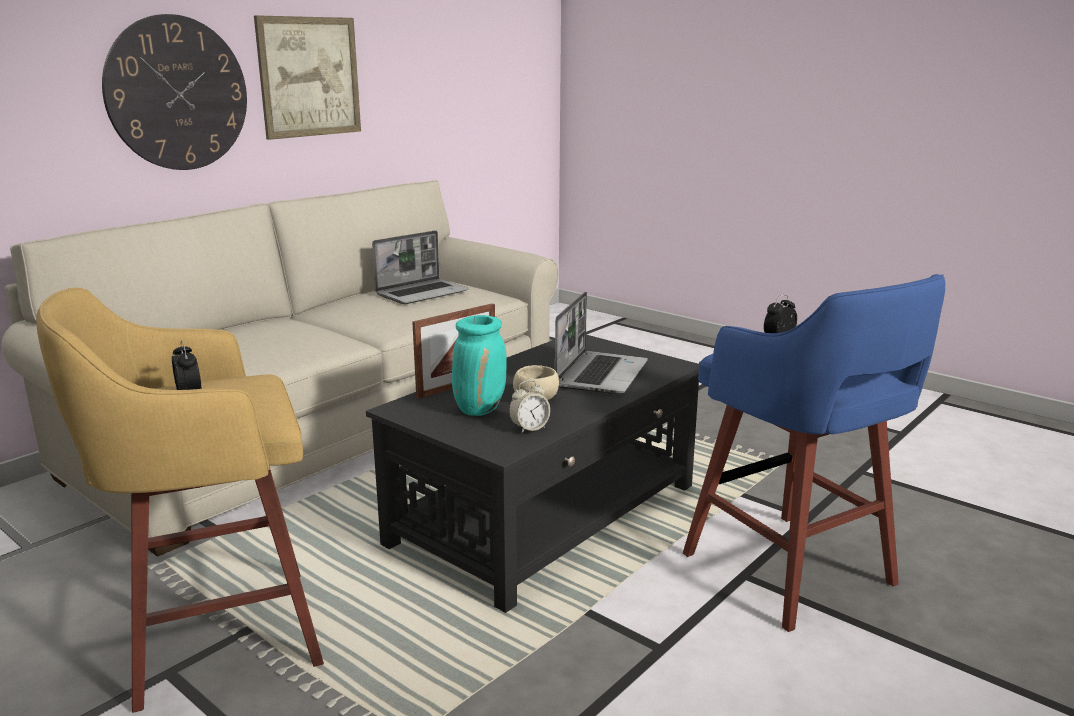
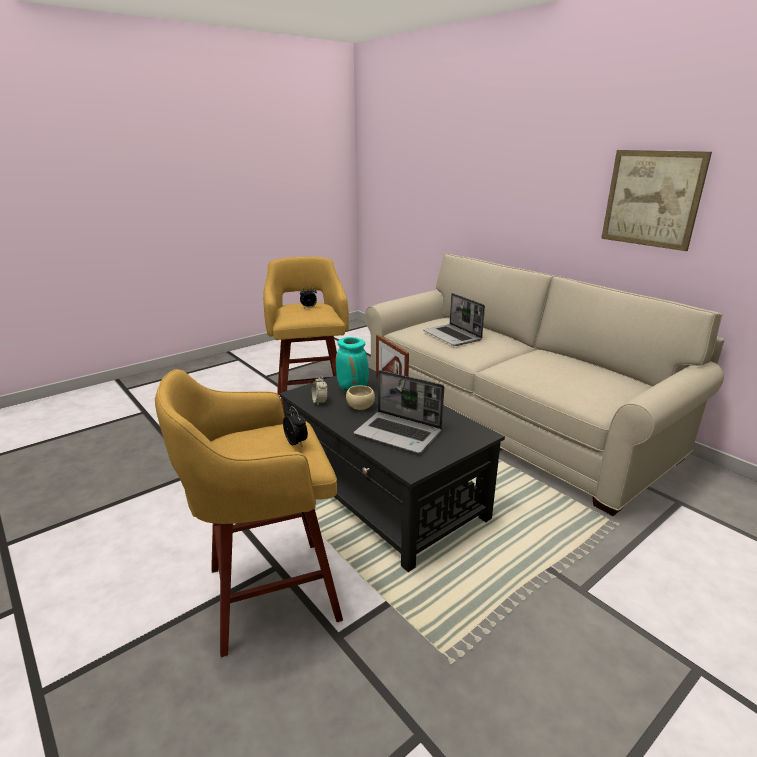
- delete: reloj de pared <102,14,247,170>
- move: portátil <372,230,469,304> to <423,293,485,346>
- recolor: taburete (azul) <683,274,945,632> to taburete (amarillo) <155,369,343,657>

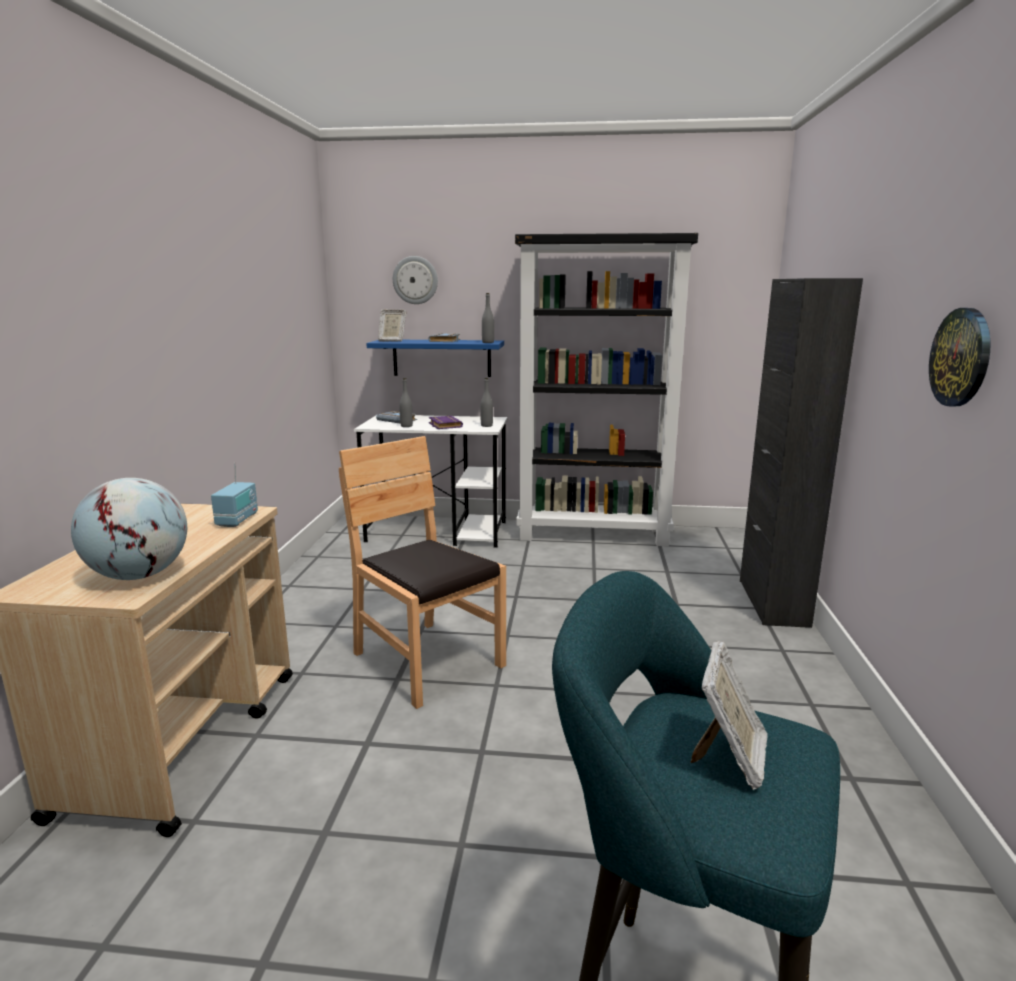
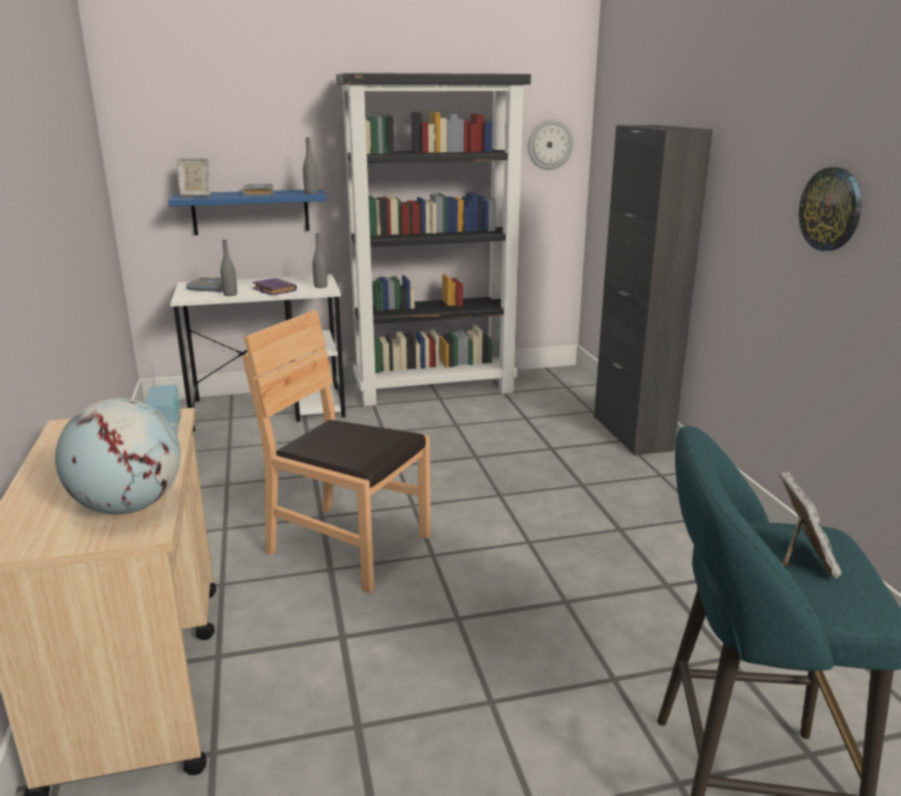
- move: reloj de pared <393,256,438,304> to <528,119,573,170>

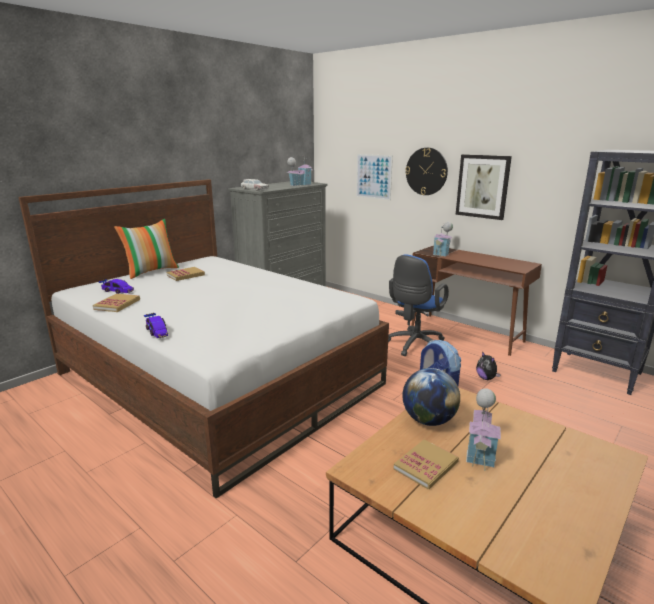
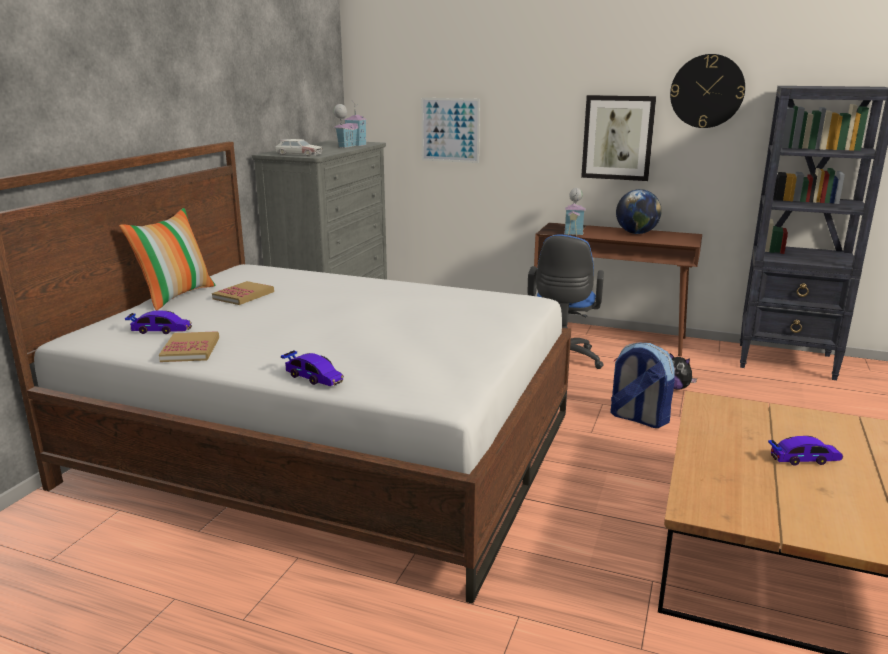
- delete: libro <394,440,459,490>
- move: globo terráqueo <403,368,460,426> to <616,189,662,234>
- move: reloj de pared <405,148,448,195> to <670,54,745,128>
- replace: casita <466,388,501,471> to coche de juguete <768,436,843,466>

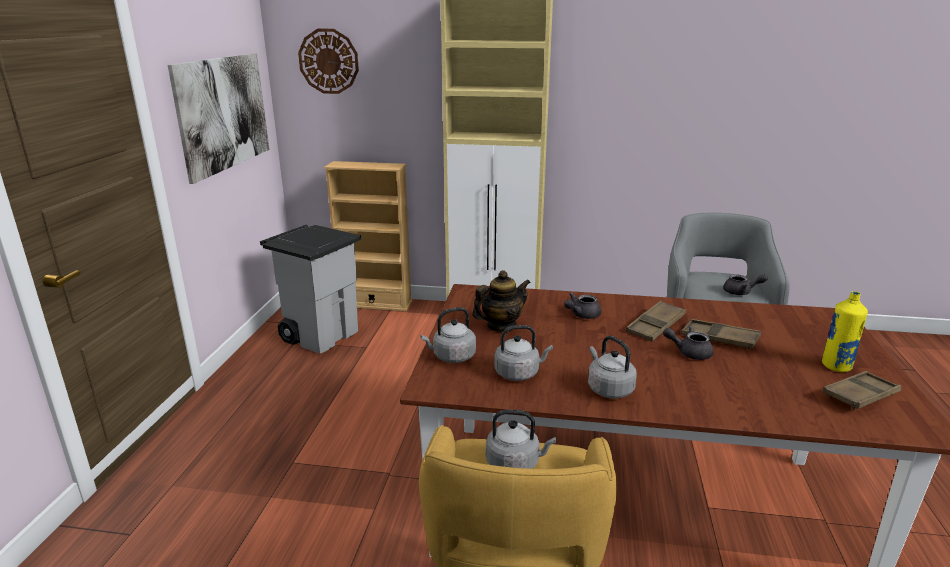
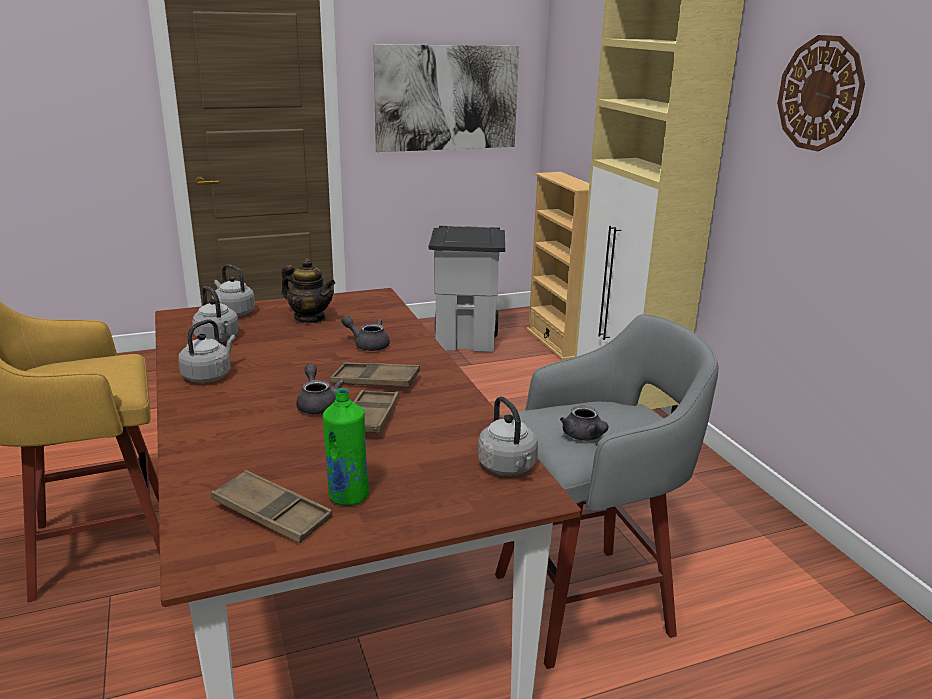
- move: reloj de pared <298,29,359,94> to <777,35,865,151>
- move: hervidor (gris) <486,410,556,469> to <478,396,538,475>
- recolor: botella (amarillo) <822,291,868,372> to botella (verde) <323,388,370,506>

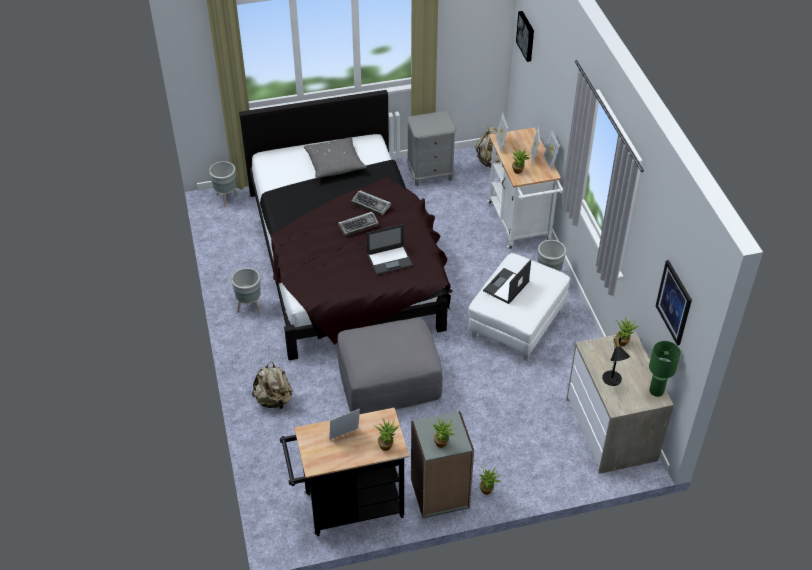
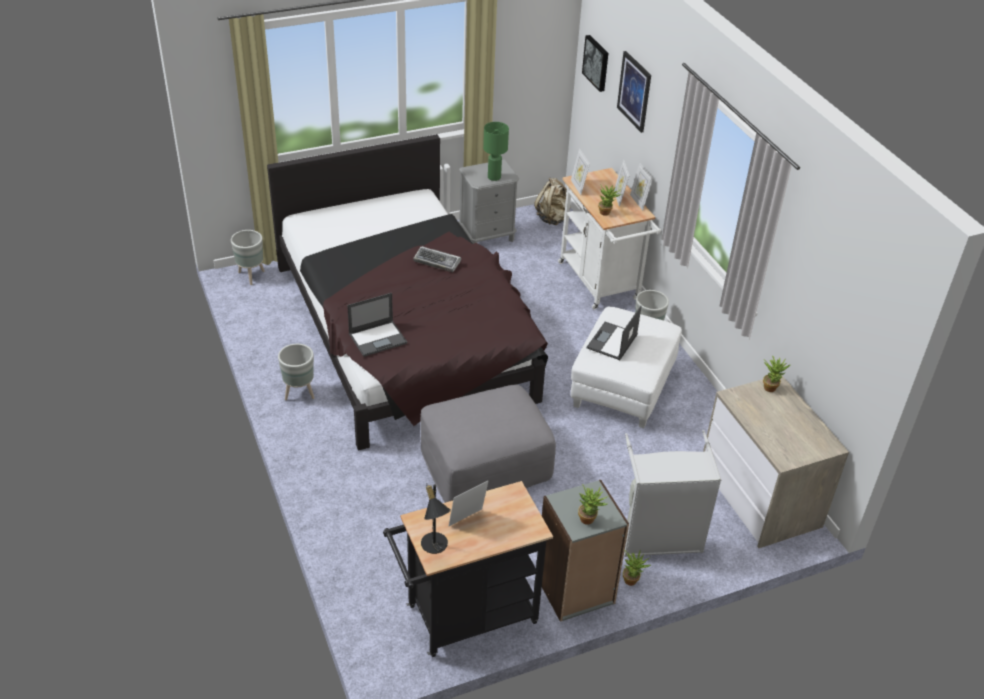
- delete: mochila (beis) <252,362,293,409>
- delete: cojín (gris) <303,137,366,178>
- delete: teclado <338,212,379,236>
- move: portátil <367,224,413,275> to <347,293,407,357>
- delete: planta en maceta <374,419,399,451>
- move: lámpara de mesa (negro) <602,336,630,386> to <421,483,451,554>
- move: lámpara de mesa (verde) <649,341,681,397> to <483,122,509,181>
- move: cuadro <656,260,692,345> to <617,51,651,133>
- insert: cesto de la ropa (gris) <624,430,721,557>

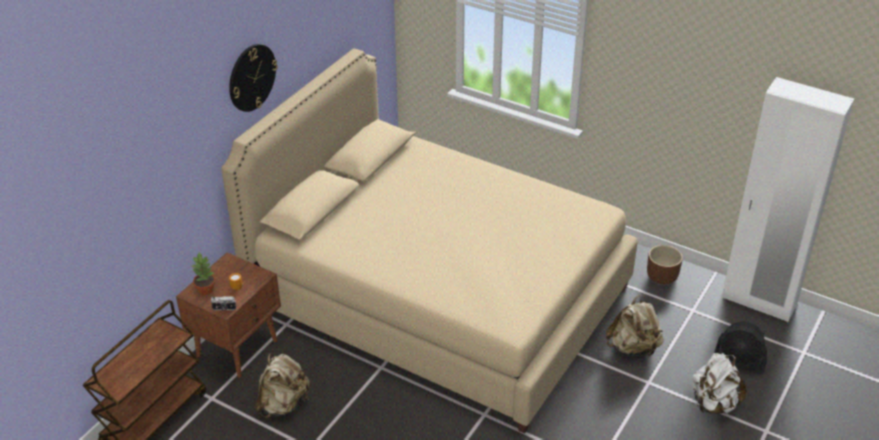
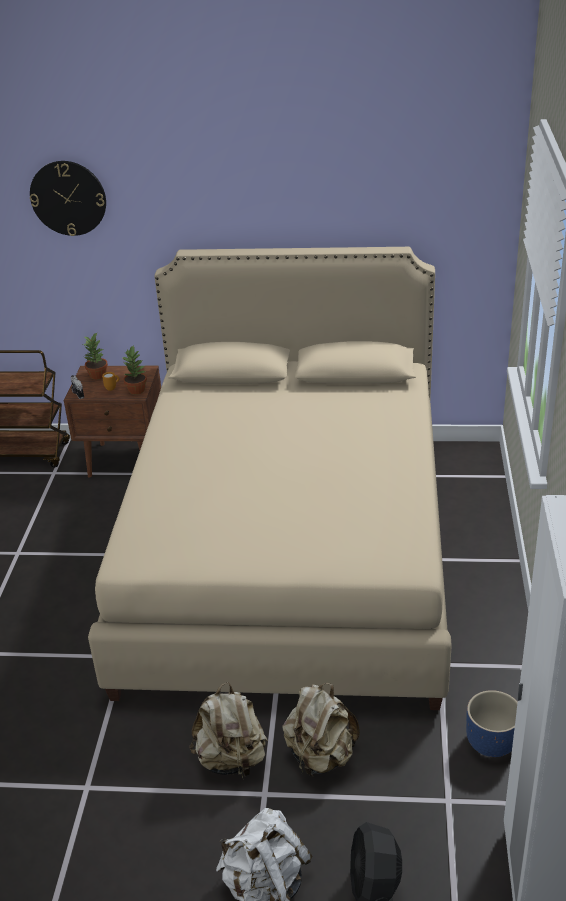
- move: reloj de pared <229,44,278,112> to <30,161,106,236>
- move: mochila (beis) <255,354,310,418> to <189,682,268,780>
- recolor: maceta (marrón) <647,245,683,285> to maceta (azul) <466,690,518,757>
- insert: planta en maceta <121,346,147,394>

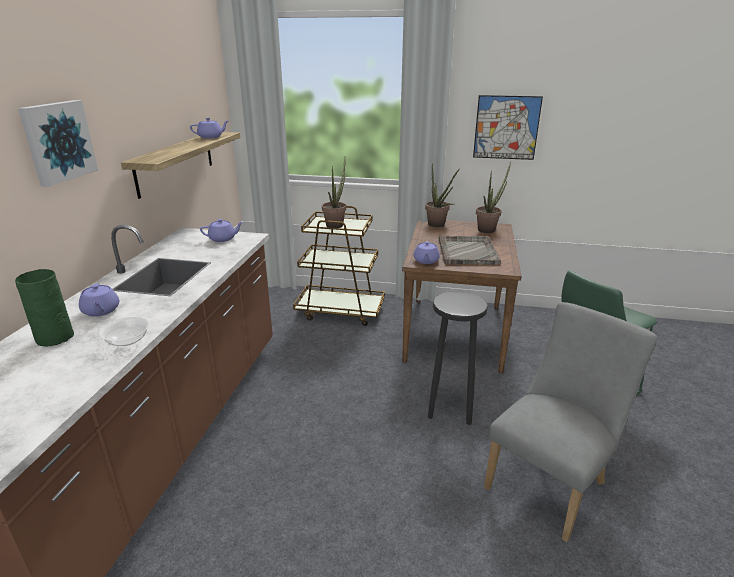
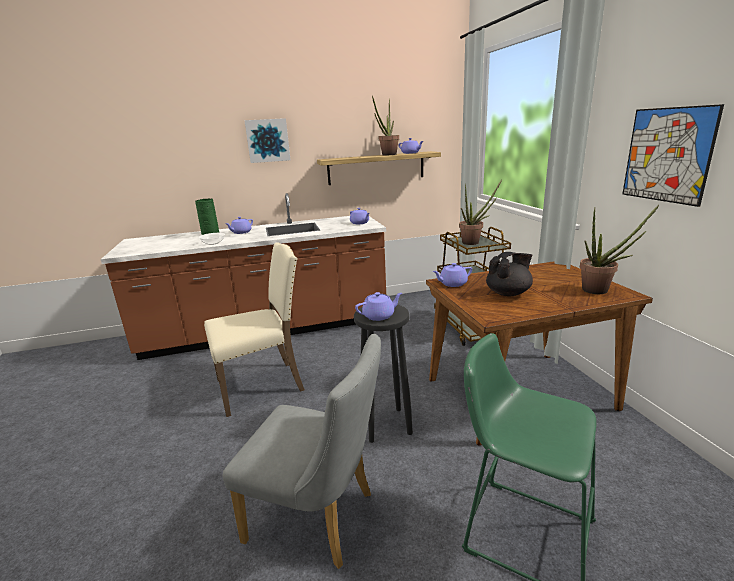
- move: planta en maceta <425,163,459,227> to <372,95,399,155>
- replace: bandeja (gris) <439,236,501,265> to tetera (negro) <486,252,533,296>
- insert: silla (beis) <204,242,305,417>
- insert: tetera (morado) <355,292,402,321>

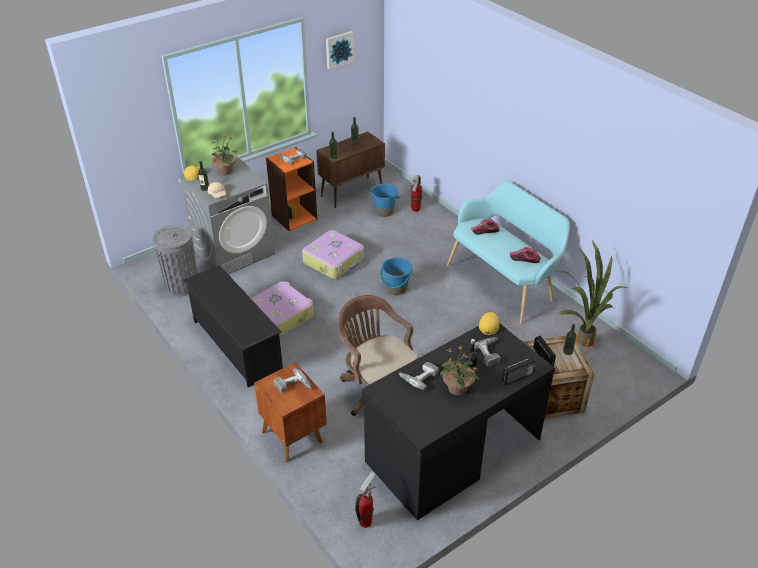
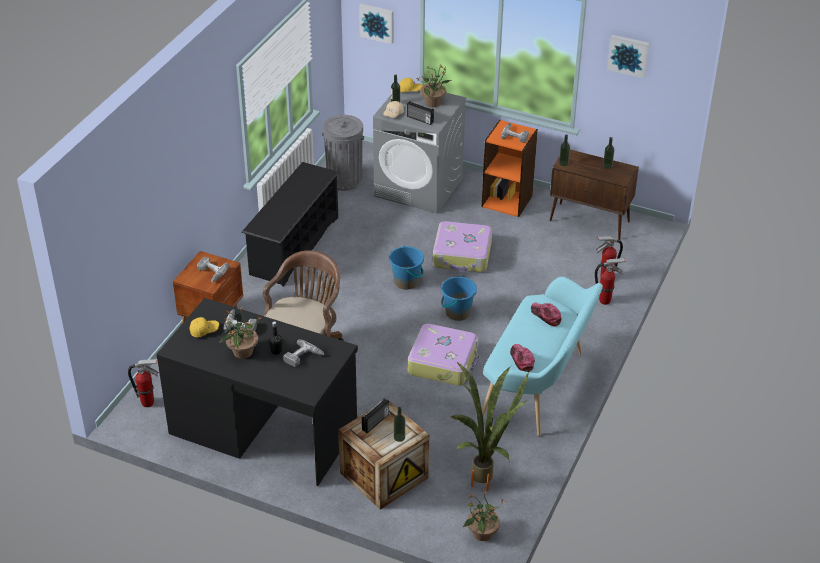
- move: maleta <251,281,314,337> to <408,324,480,386>
- move: cubo (azul) <371,184,400,217> to <389,246,424,289>
- move: gorra (amarillo) <479,312,499,335> to <190,317,219,337>
- move: radio <502,357,535,385> to <407,101,434,125>
- insert: cuadro <359,3,394,44>
- insert: planta en maceta <462,489,504,541>
- insert: extintor <595,258,626,305>

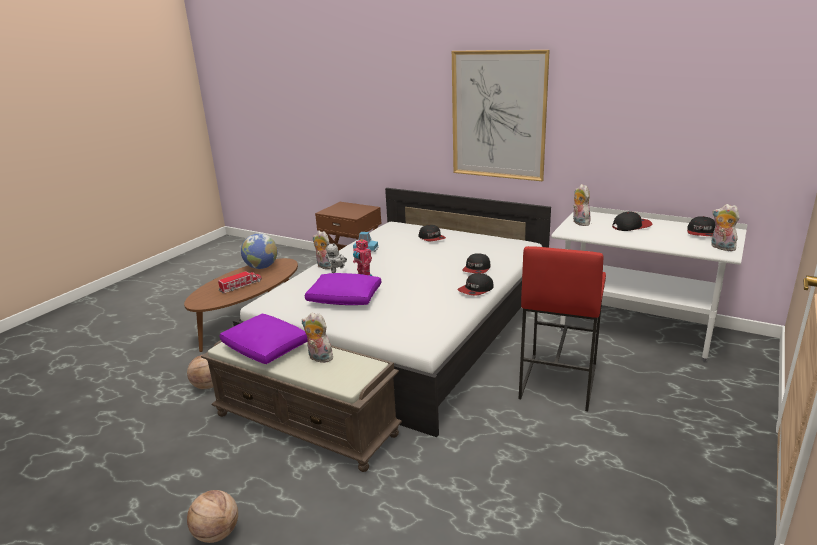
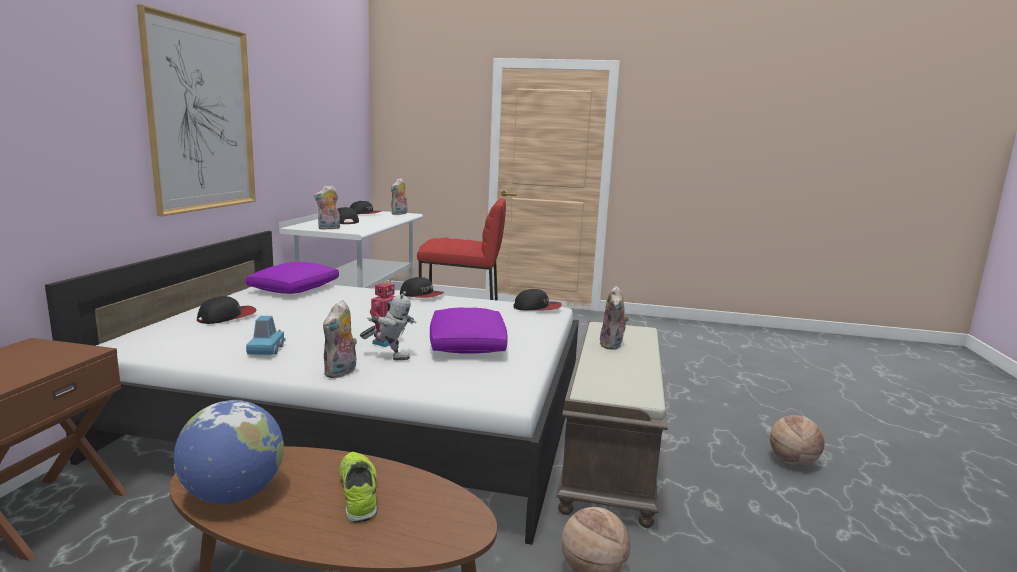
- replace: camión de juguete <218,271,262,293> to zapato <339,452,377,523>
- move: cojín (morado) <220,314,307,364> to <246,262,339,294>
- move: gorra <462,254,490,273> to <513,289,562,311>

